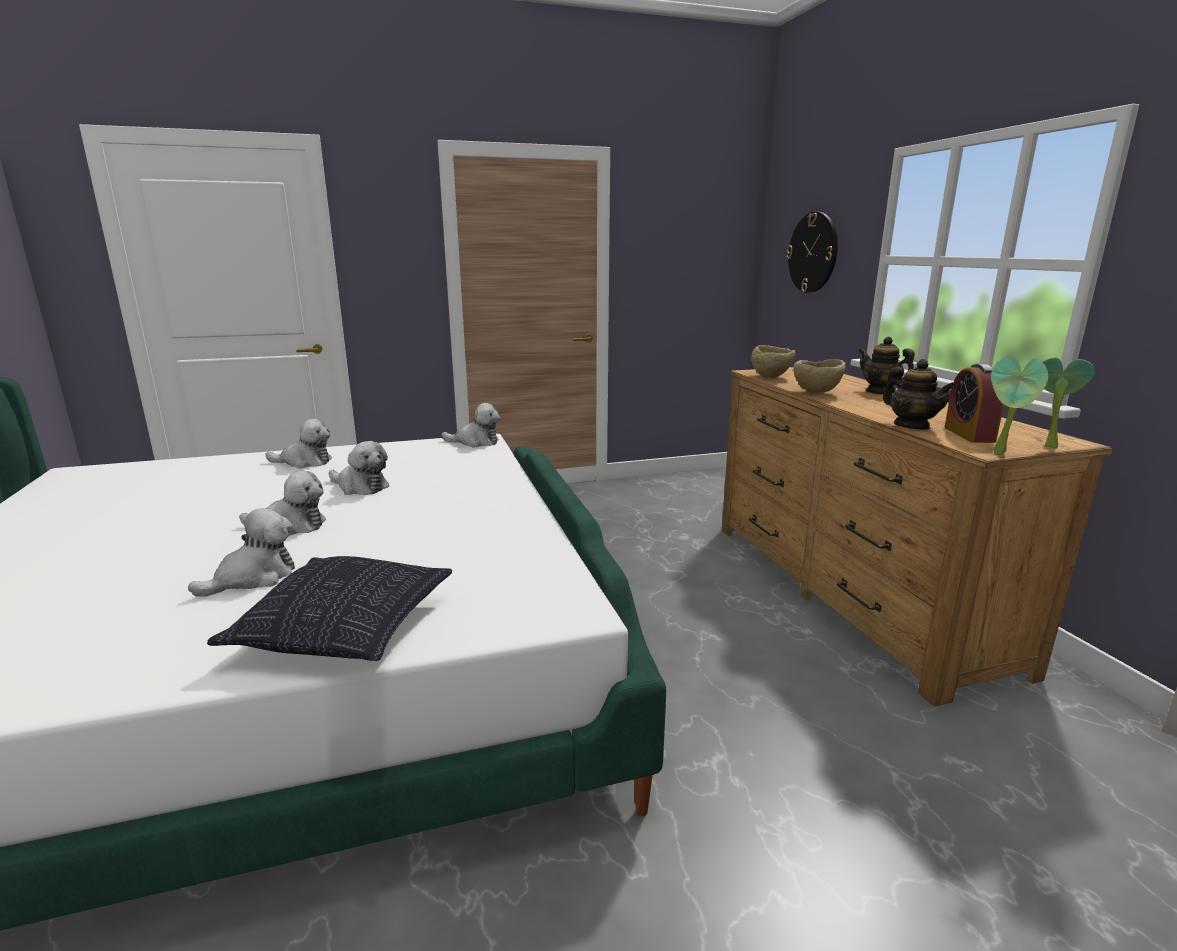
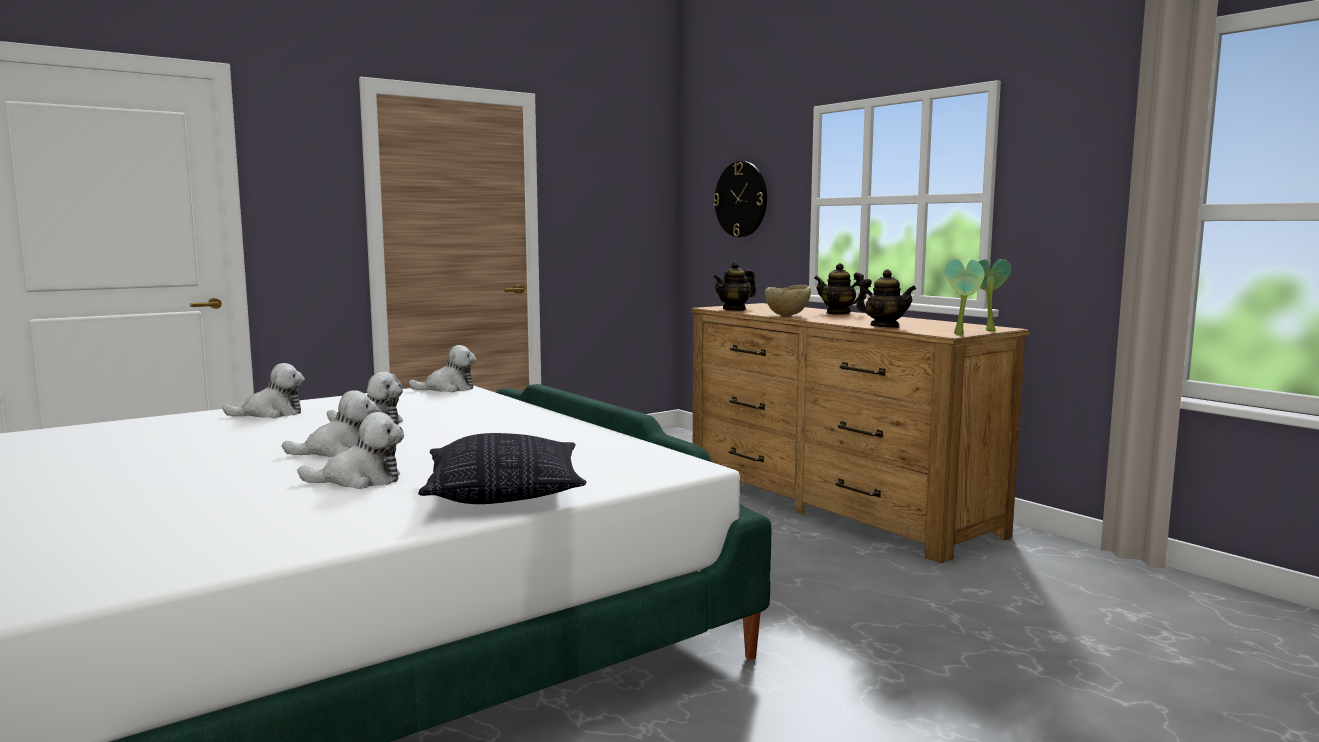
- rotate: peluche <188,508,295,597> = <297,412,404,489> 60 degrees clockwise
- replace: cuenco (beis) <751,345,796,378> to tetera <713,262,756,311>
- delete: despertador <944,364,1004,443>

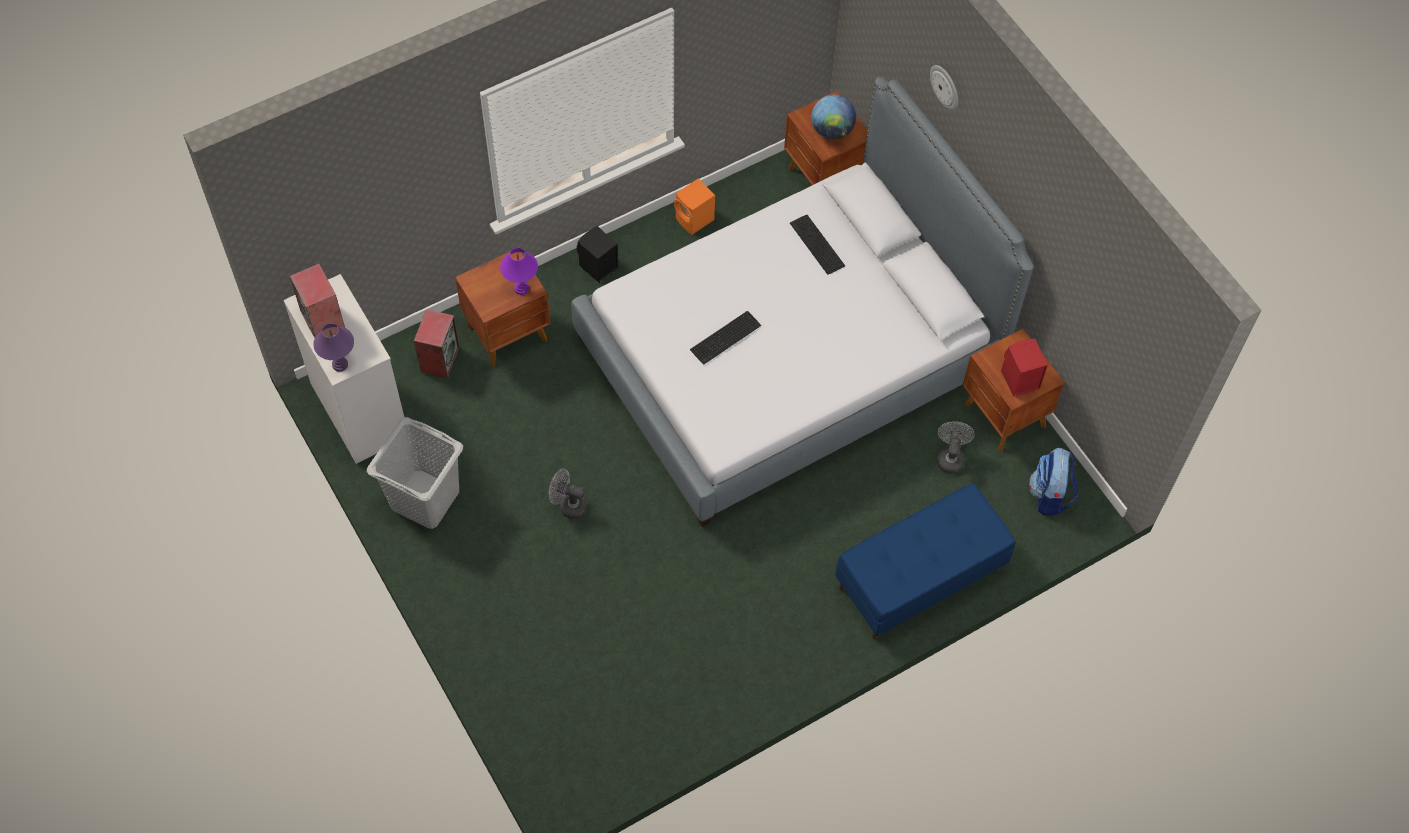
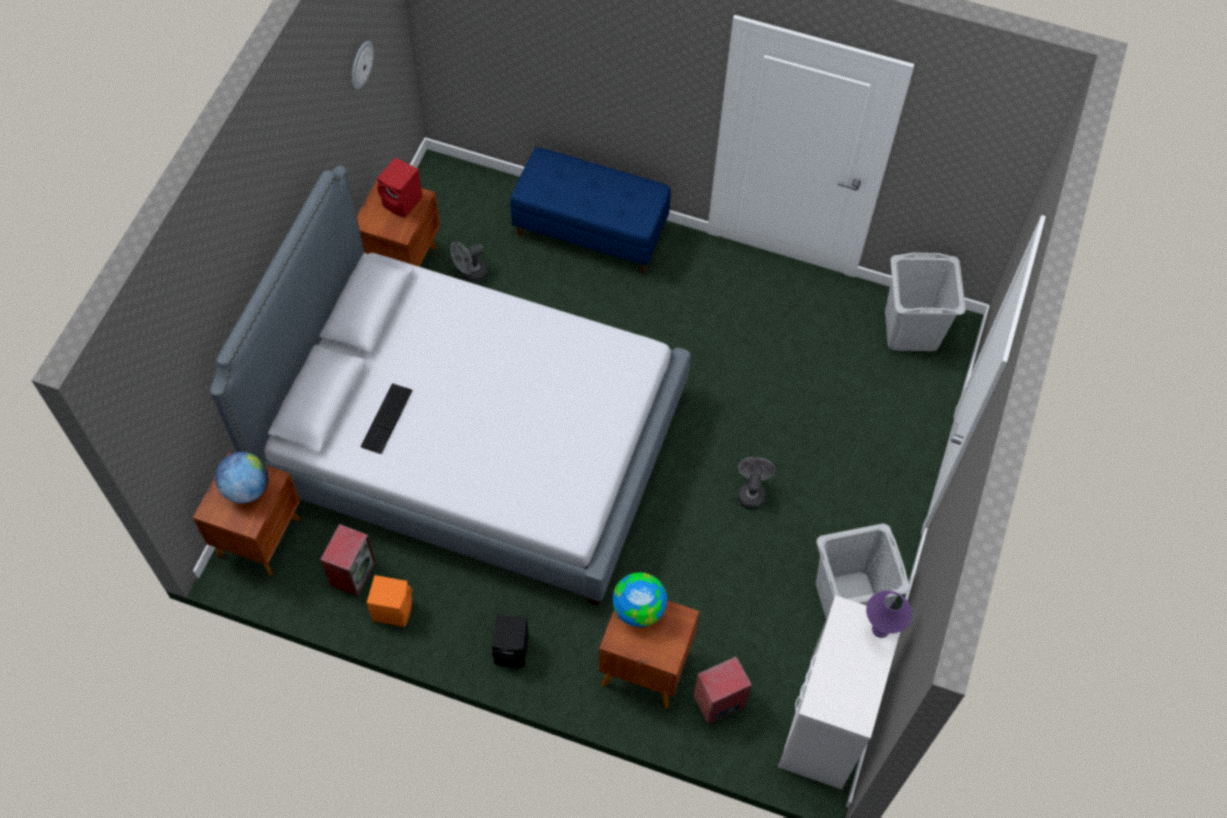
- move: altavoz <290,264,345,338> to <320,524,376,596>
- replace: lámpara de mesa (morado) <500,248,538,295> to globo terráqueo <613,572,667,627>
- rotate: ventilador (gris) <549,469,588,519> = <738,457,776,509> 150 degrees counterclockwise
- delete: teclado <690,311,761,365>
- move: reloj de pared <930,65,958,110> to <352,41,374,89>
- delete: mochila <1029,447,1078,516>
- insert: cesto de la ropa (gris) <885,253,966,351>

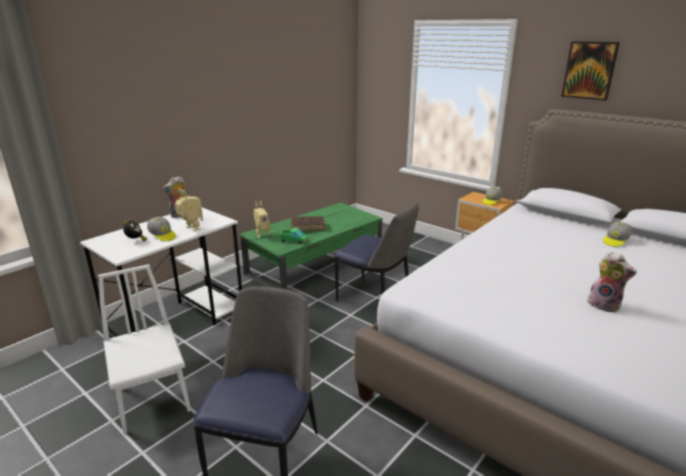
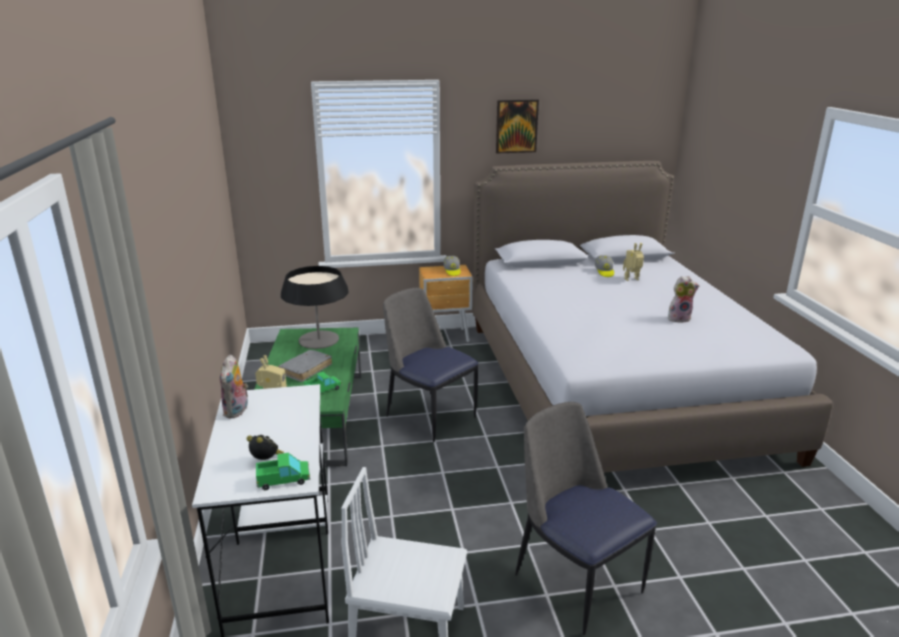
- delete: gorra <147,217,176,241>
- move: robot de juguete <175,188,203,231> to <623,243,644,281>
- recolor: libro (marrón) <290,216,325,231> to libro (gris) <278,350,332,382>
- rotate: silla <335,202,419,302> = <383,288,478,442> 120 degrees counterclockwise
- insert: camión de juguete <256,453,310,490>
- insert: lámpara de mesa <281,266,349,349>

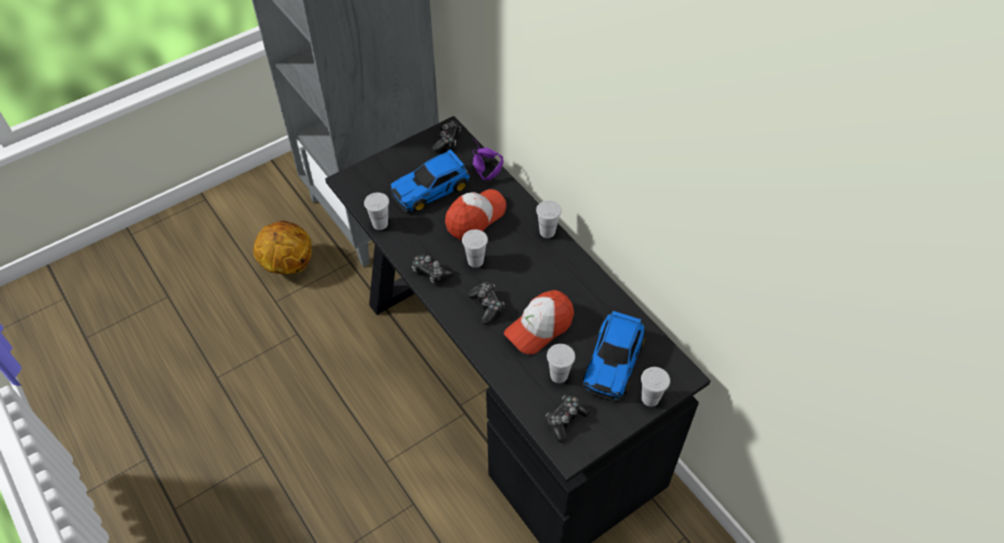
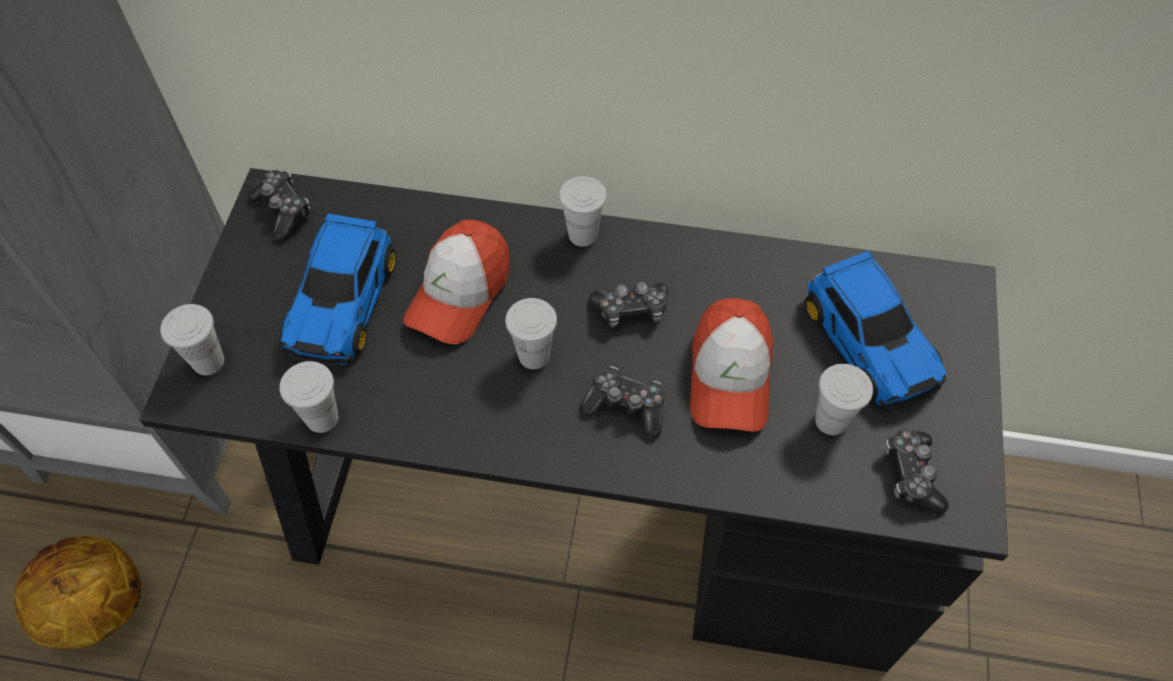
- move: mando de consola <412,253,454,284> to <589,282,668,328>
- rotate: gorra <445,189,506,241> = <403,220,510,344> 150 degrees counterclockwise
- delete: auriculares (morado) <473,140,504,180>
- move: taza (blanco) <641,367,670,407> to <160,304,224,375>

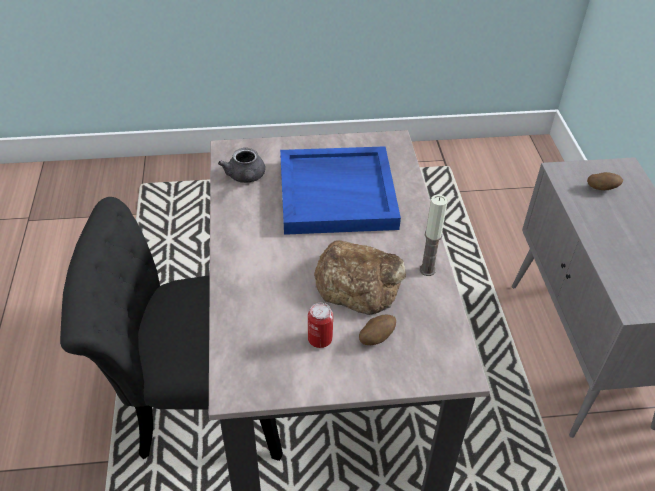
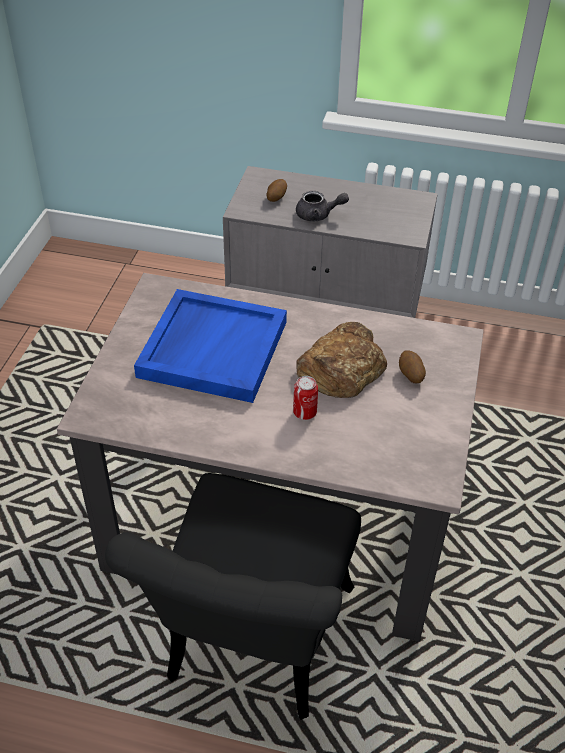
- move: tetera (gris) <218,148,265,183> to <296,191,349,222>
- move: lata <308,303,333,348> to <293,376,318,420>
- delete: vela <419,195,448,276>

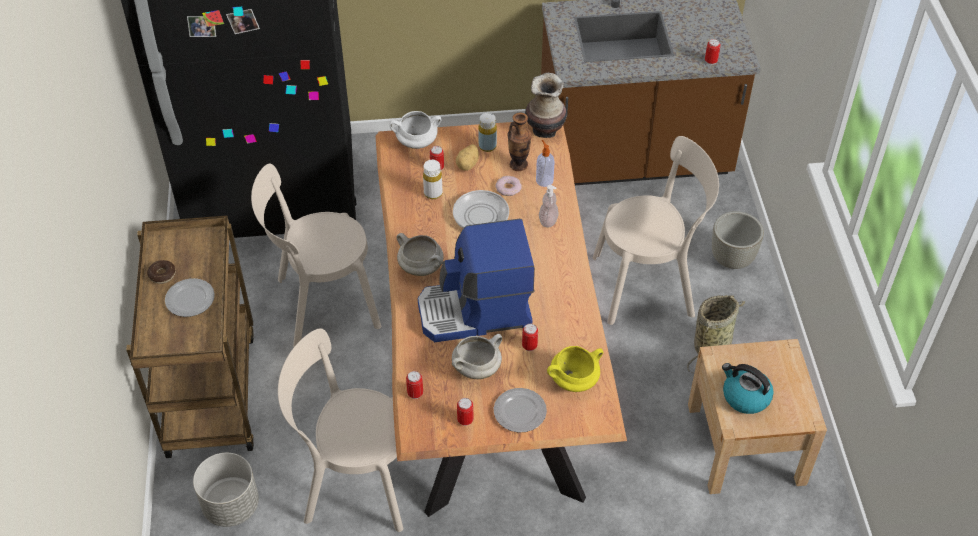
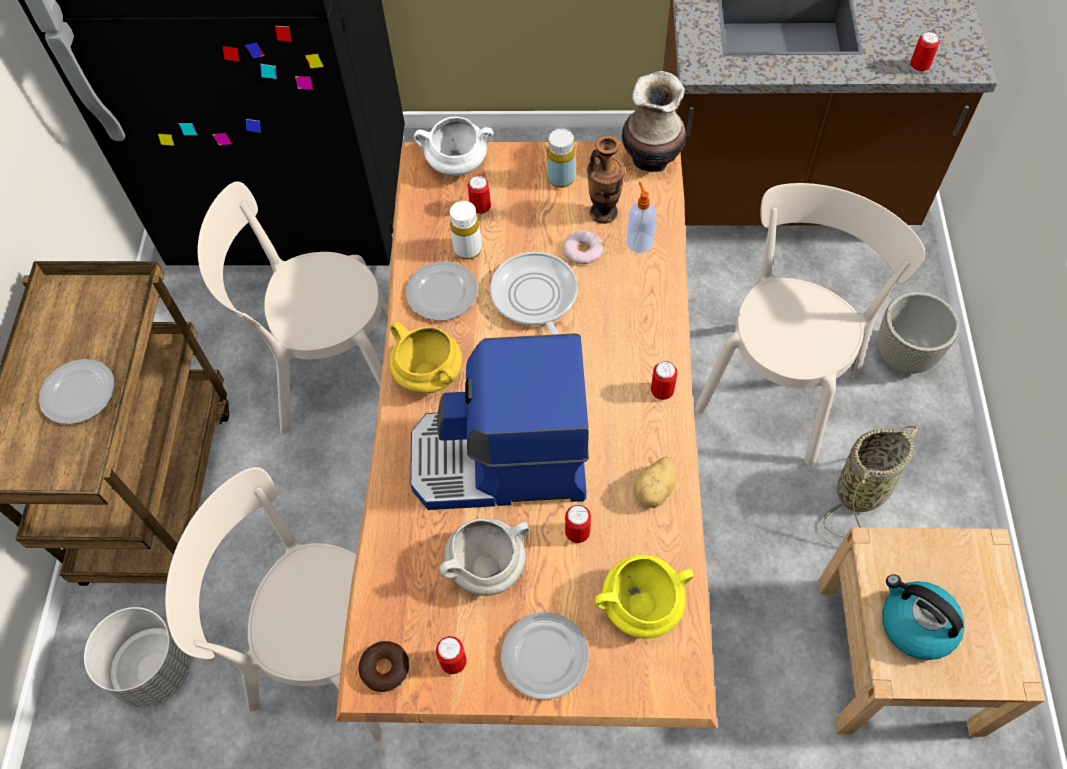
- move: rosquilla <147,260,176,284> to <359,641,410,692>
- recolor: olla (blanco) <396,233,444,276> to olla (amarillo) <389,321,462,394>
- move: lata <406,371,423,399> to <651,361,678,400>
- move: patata <456,144,479,171> to <634,456,677,508>
- delete: dispensador de jabón <539,185,559,227>
- rotate: silla (beis) <593,136,719,325> = <695,183,925,466> 60 degrees counterclockwise
- insert: plato <406,261,478,321>

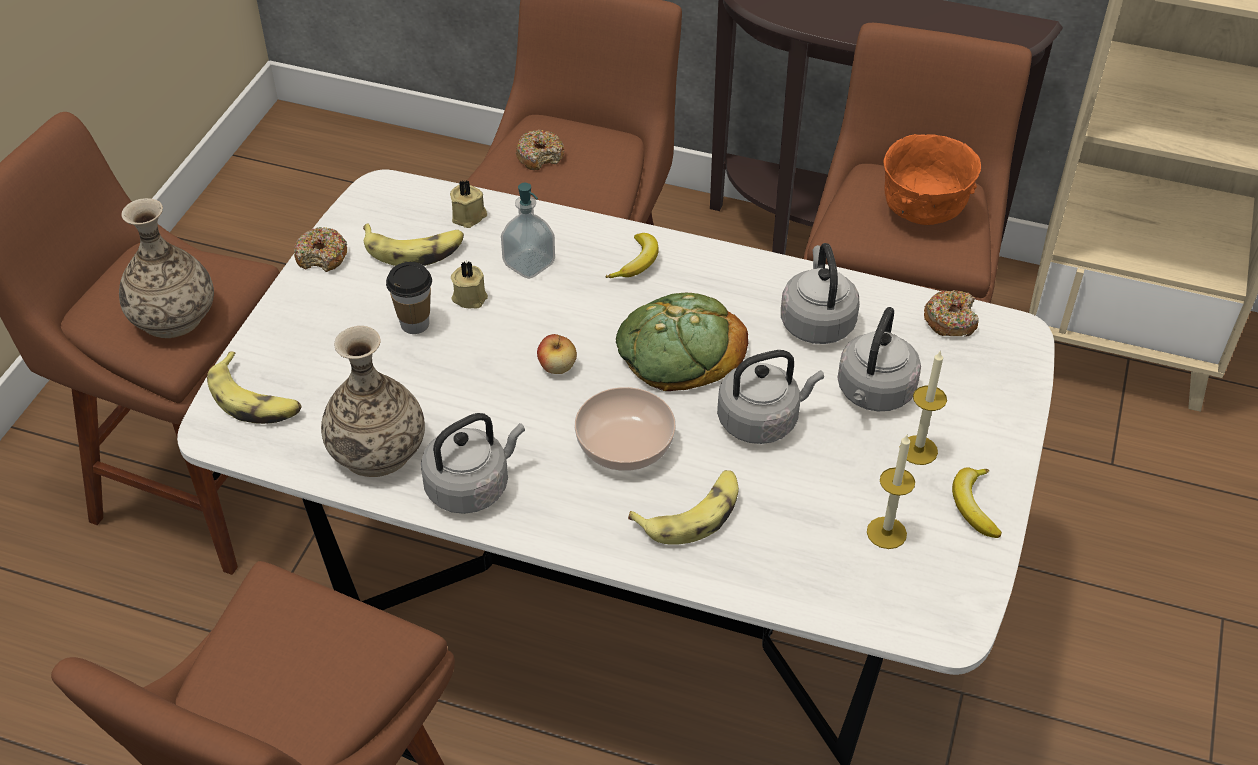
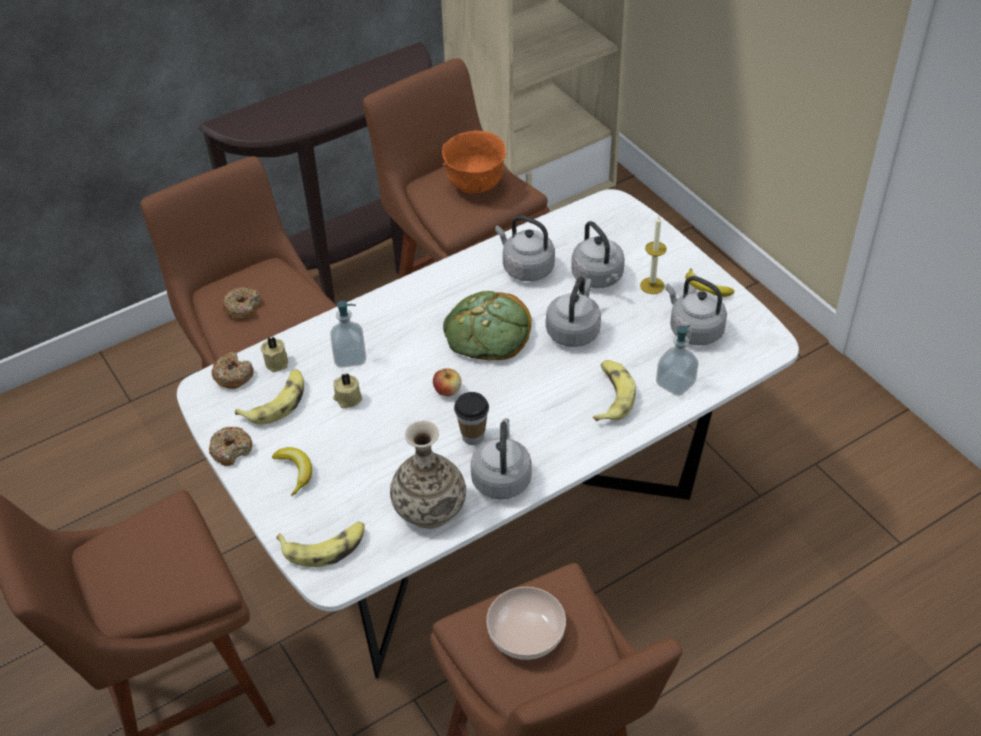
- delete: florero <119,198,214,338>
- move: taza <386,262,432,334> to <454,392,489,445>
- move: cuenco <575,387,676,471> to <486,587,566,660>
- move: plátano <606,233,659,278> to <272,447,312,496>
- replace: vela <867,435,915,549> to hervidor (gris) <665,276,727,346>
- move: rosquilla <924,290,979,337> to <212,352,253,389>
- insert: dispensador de jabón <656,325,699,396>

